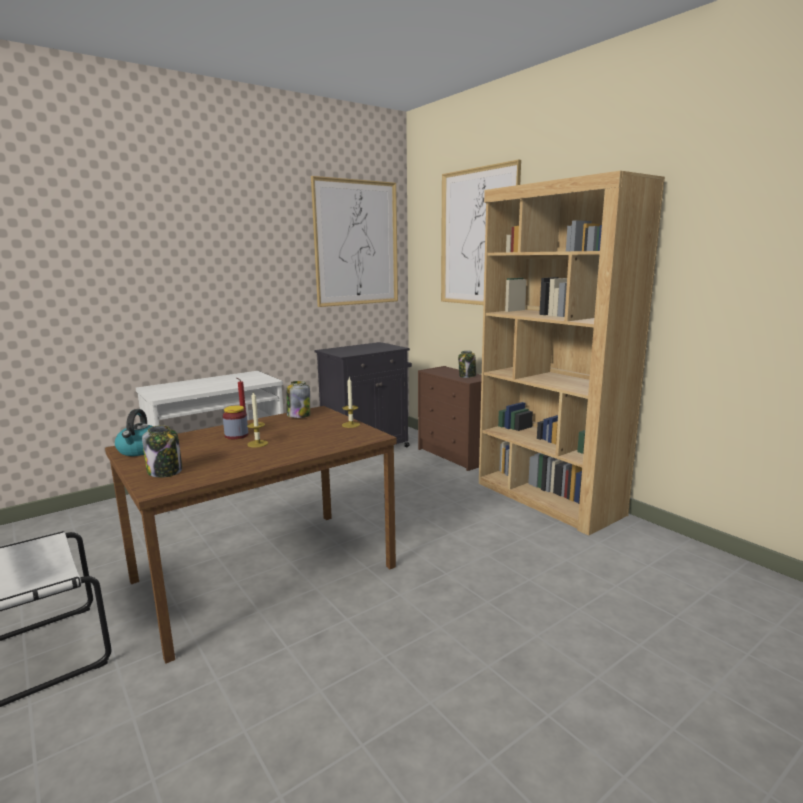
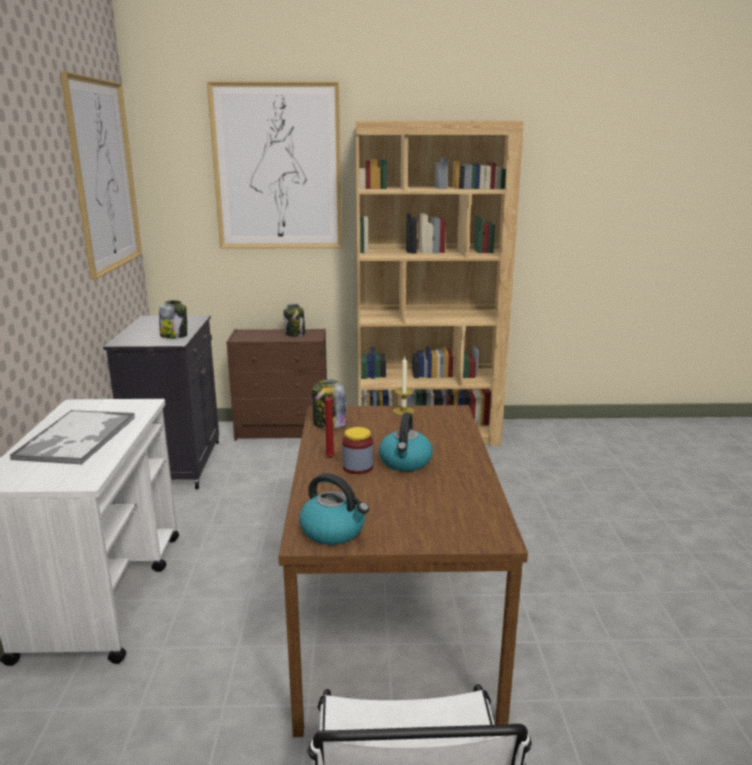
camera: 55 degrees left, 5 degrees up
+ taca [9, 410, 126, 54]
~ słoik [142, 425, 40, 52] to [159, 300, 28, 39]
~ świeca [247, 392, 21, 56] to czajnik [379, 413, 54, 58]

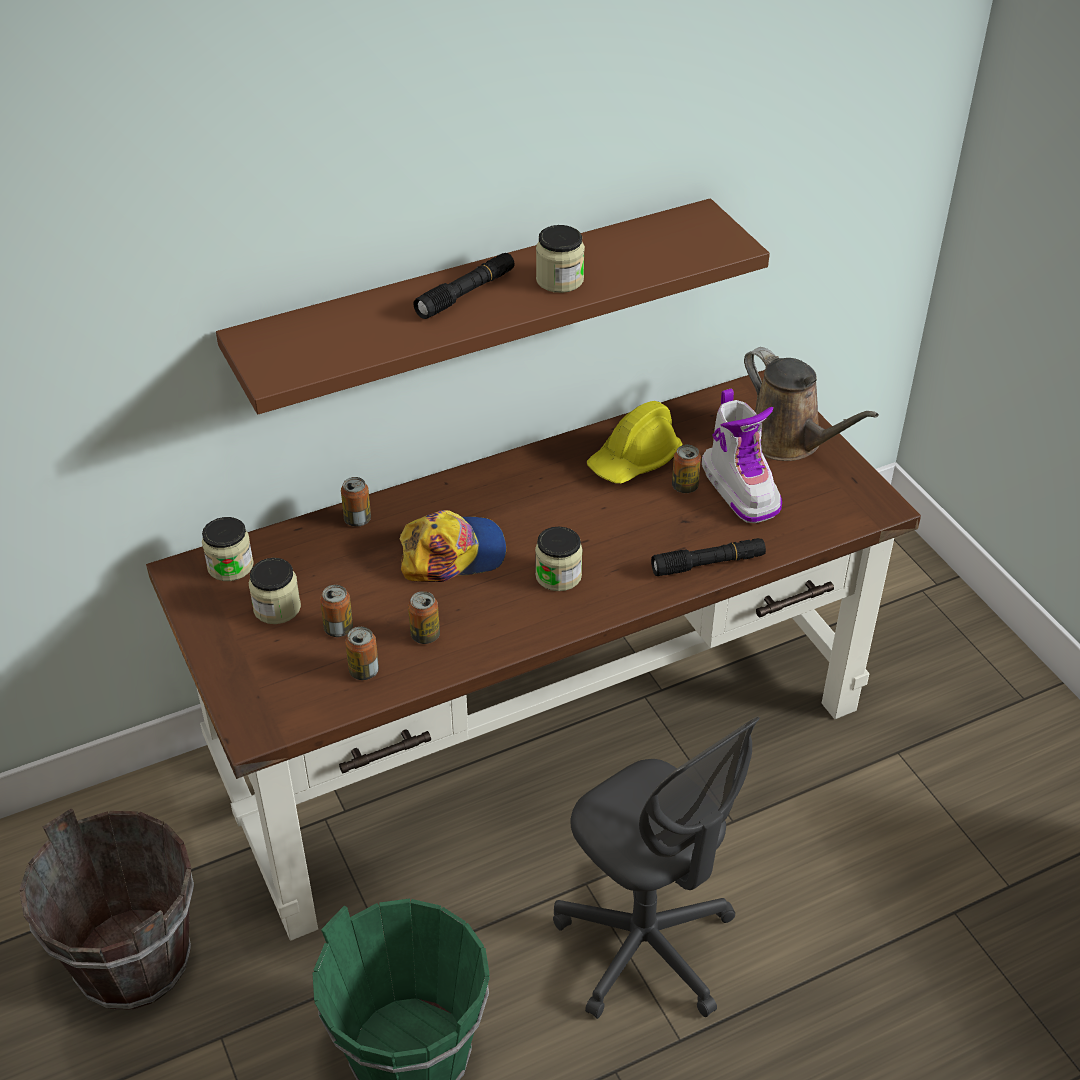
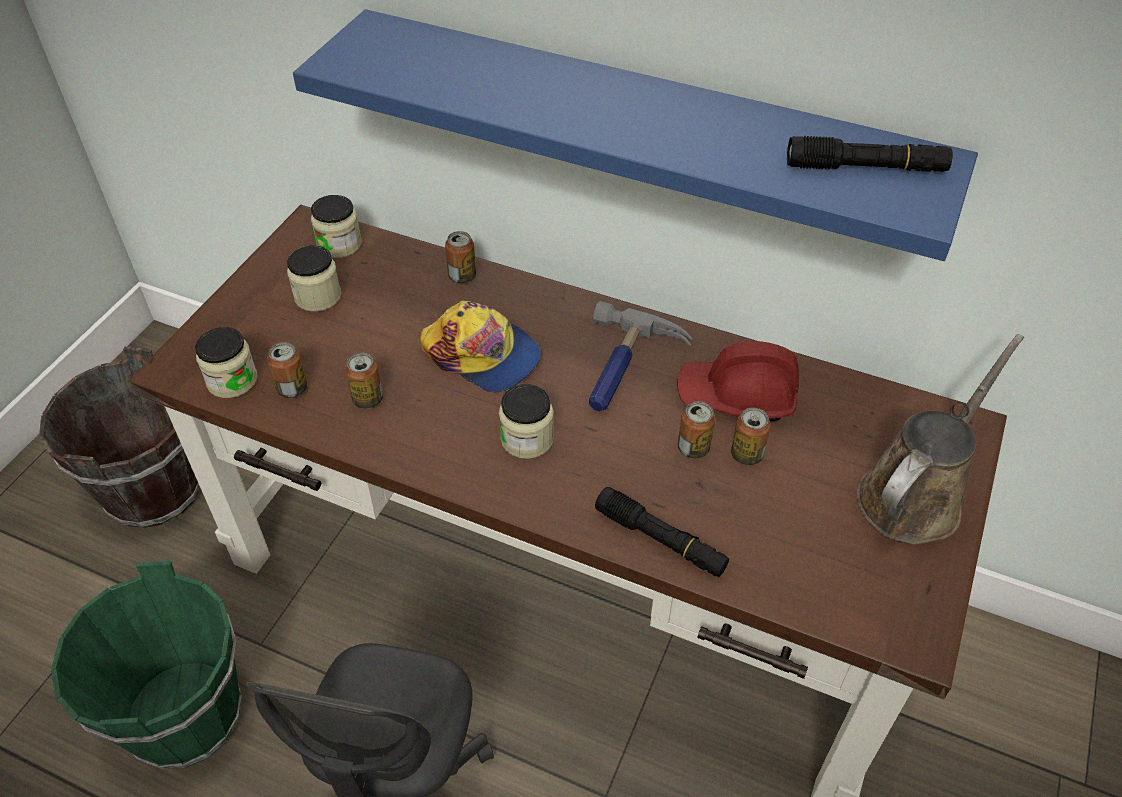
camera: 50 degrees right, 5 degrees up
~ słoik [536, 225, 49, 68] to [195, 327, 63, 71]
~ półka/brązowy [216, 198, 554, 216] to półka/niebieski [293, 9, 685, 252]
+ młotek [588, 301, 104, 110]
~ kask/żółty [587, 401, 96, 83] to kask/czerwony [677, 341, 122, 81]
~ puszka [320, 585, 33, 52] to [678, 401, 37, 58]
~ latarka/czarny [413, 253, 102, 66] to [787, 136, 166, 36]
~ konewka/brązowy [744, 347, 135, 114] = [856, 334, 168, 210] 150 degrees counterclockwise
- but z cholewką [702, 388, 80, 135]

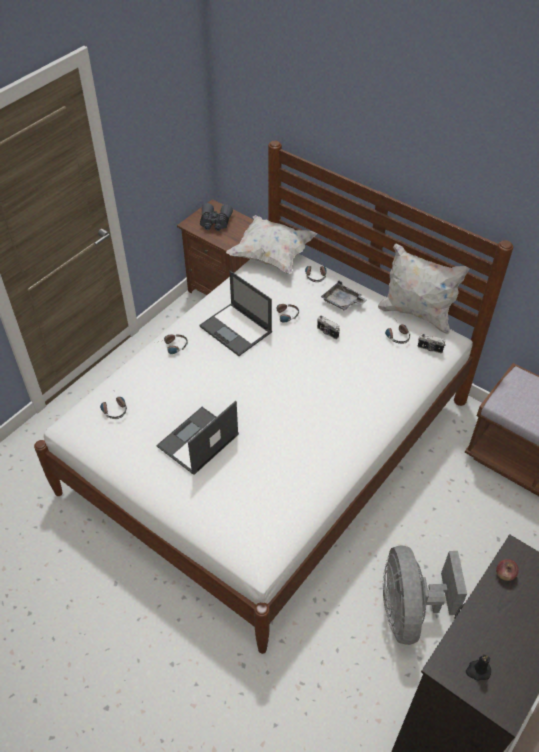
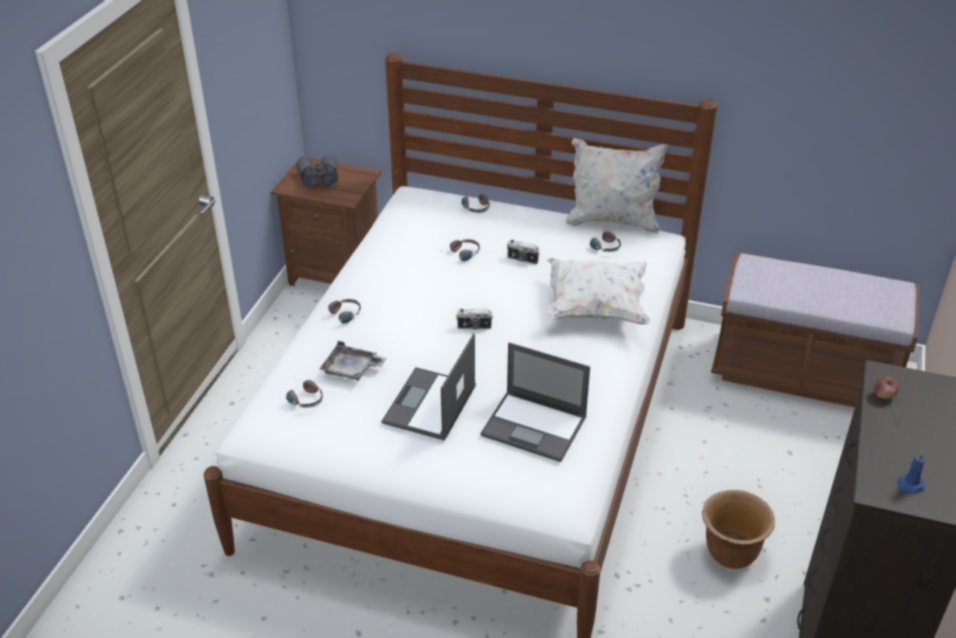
camera: 20 degrees left, 10 degrees down
~ taca/szary [321, 280, 46, 30] to [320, 341, 67, 39]
~ aparat fotograficzny [418, 334, 28, 19] to [456, 308, 37, 21]
~ laptop [199, 271, 73, 85] to [480, 342, 110, 120]
~ poduszka/biały [226, 215, 91, 59] to [543, 258, 108, 66]
~ wentylator/szary [383, 546, 84, 99] to donica/brązowy [702, 490, 73, 79]
~ świeca/czarny [466, 655, 25, 26] to świeca/niebieski [898, 452, 27, 41]

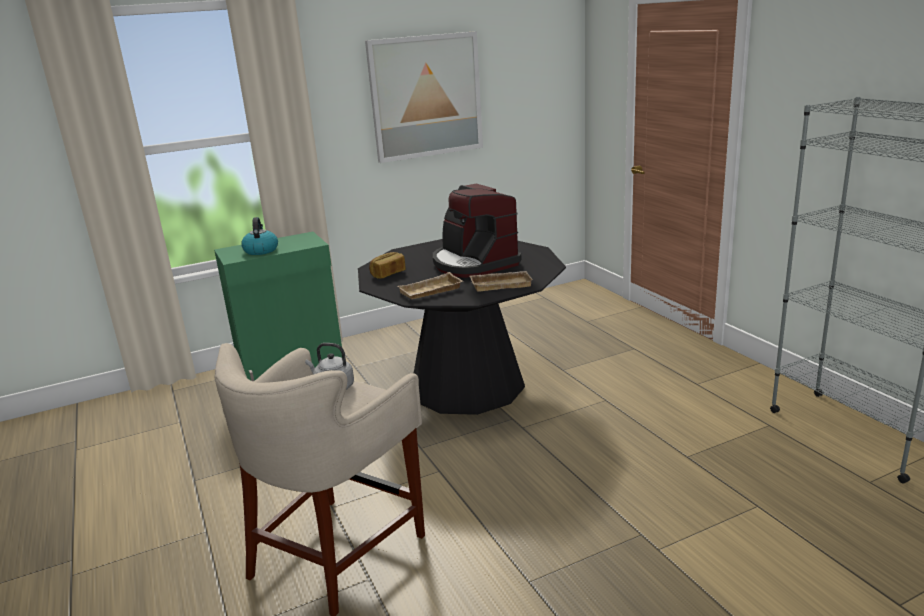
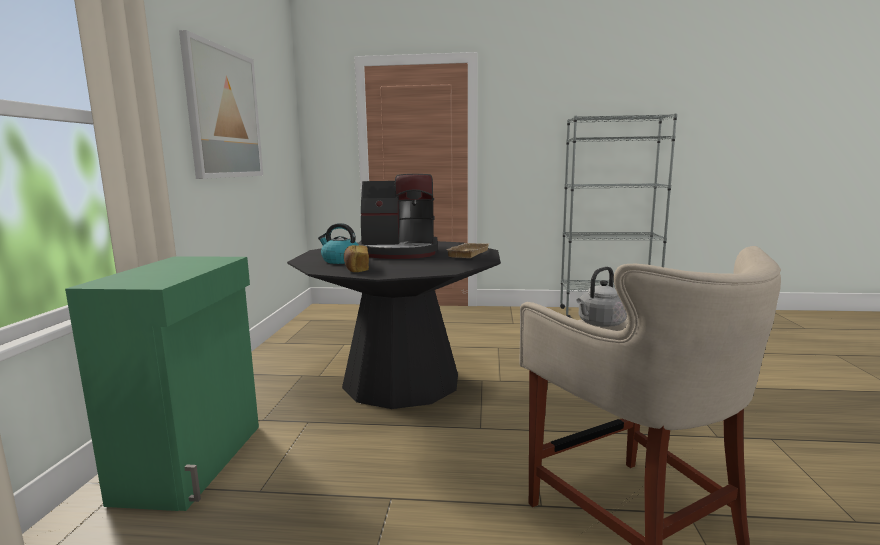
camera: 60 degrees left, 10 degrees down
~ czajnik [241, 217, 37, 38] to [318, 223, 41, 41]
- taca/beżowy [398, 272, 65, 27]

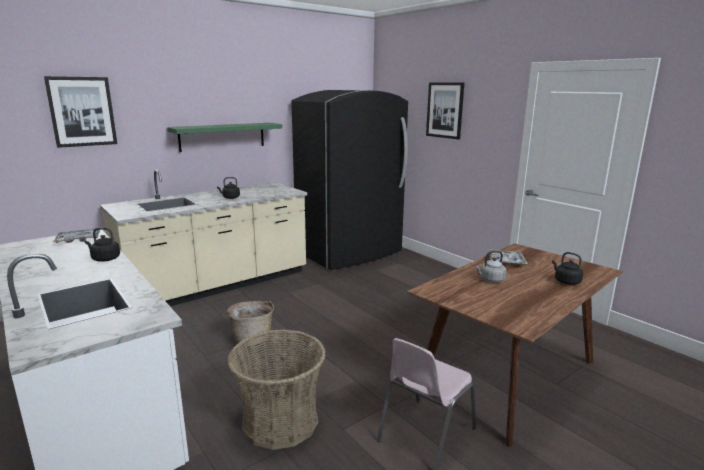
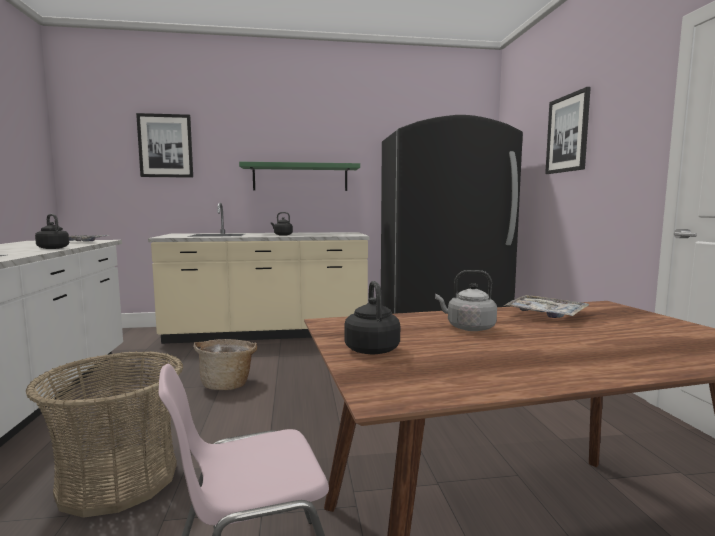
camera: 30 degrees right, 10 degrees down
~ czajnik/czarny [552, 252, 31, 33] to [344, 281, 56, 73]

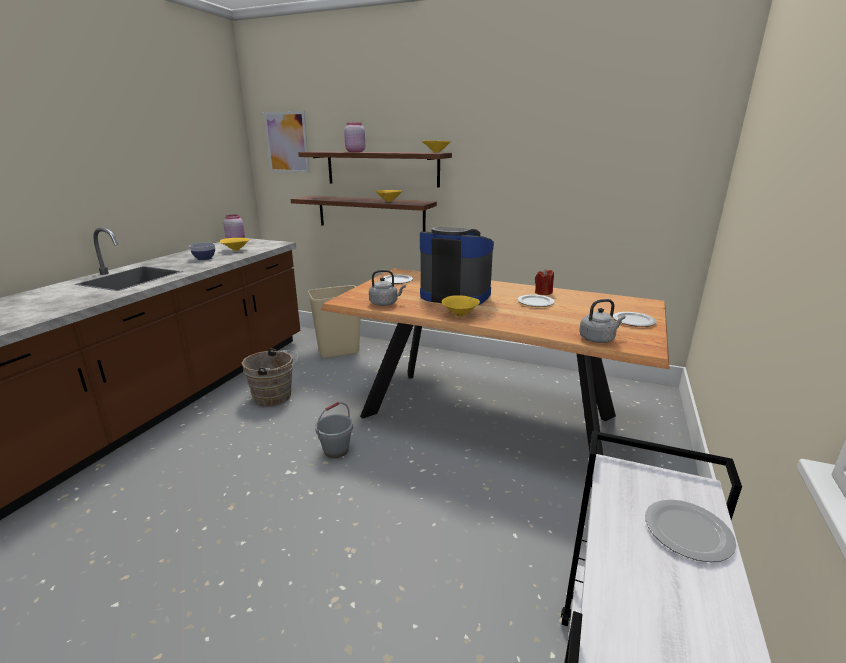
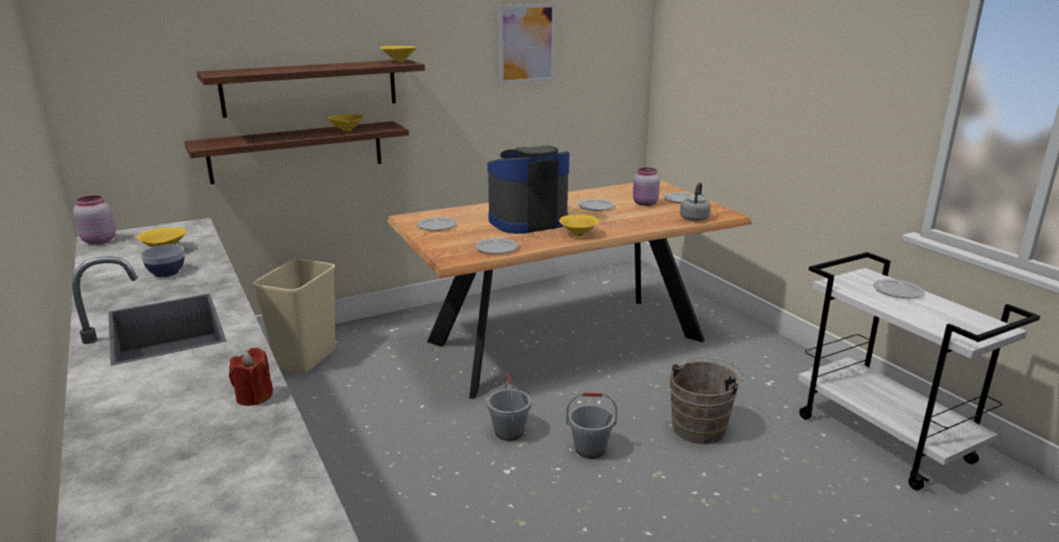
camera: 50 degrees left, 0 degrees up
~ świeca/czerwony [535, 269, 19, 26] to [229, 348, 44, 58]
~ czajnik/szary [369, 270, 37, 36] to talerz [475, 238, 43, 16]
~ obraz [264, 111, 46, 62] to [499, 4, 56, 80]
+ wiadro/szary [566, 393, 51, 66]
~ słoik/różowy [344, 122, 21, 30] to [633, 168, 27, 38]
~ wiadro/brązowy [242, 348, 56, 58] to [669, 357, 75, 87]

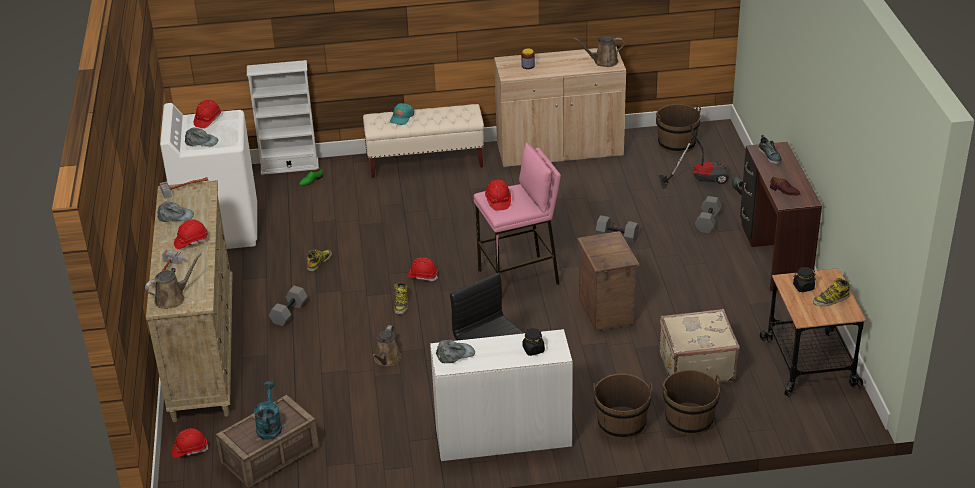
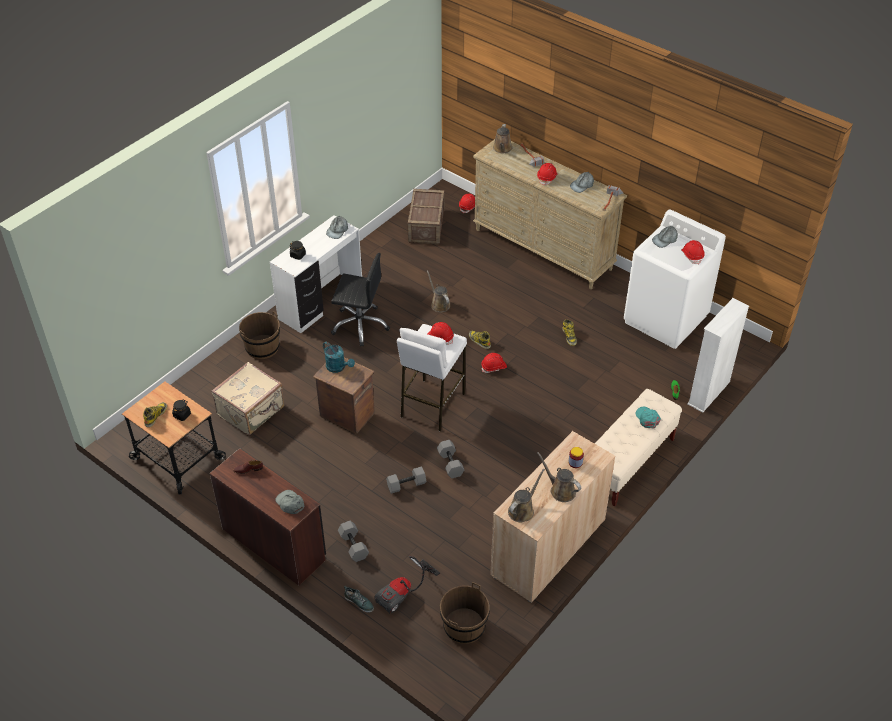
camera: 135 degrees right, 10 degrees up
~ but [759, 135, 23, 29] to czapka z daszkiem/szary [275, 490, 29, 24]
~ konewka/turkusowy [254, 381, 28, 59] to [323, 342, 32, 31]
~ stołek/różowy [474, 142, 87, 143] to stołek/biały [397, 324, 70, 107]
~ hantel/szary [269, 286, 39, 40] to [437, 440, 27, 38]
+ konewka/brązowy [537, 452, 44, 50]
- wiadro/brązowy [663, 370, 58, 66]

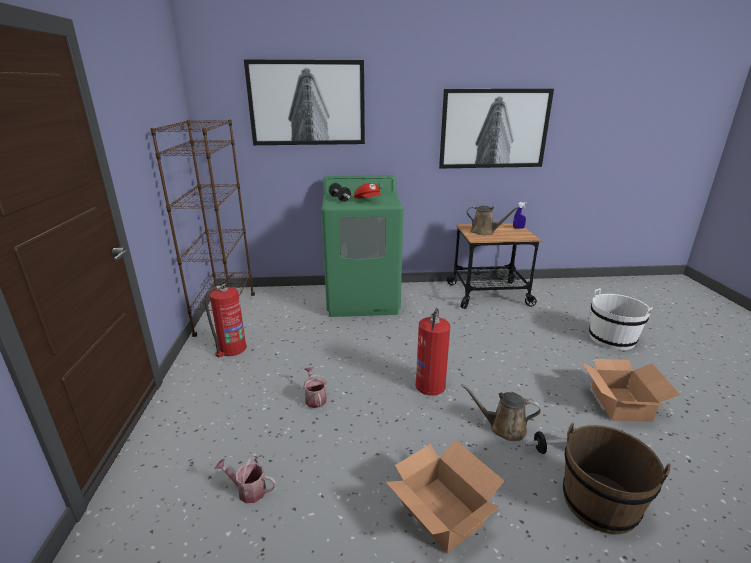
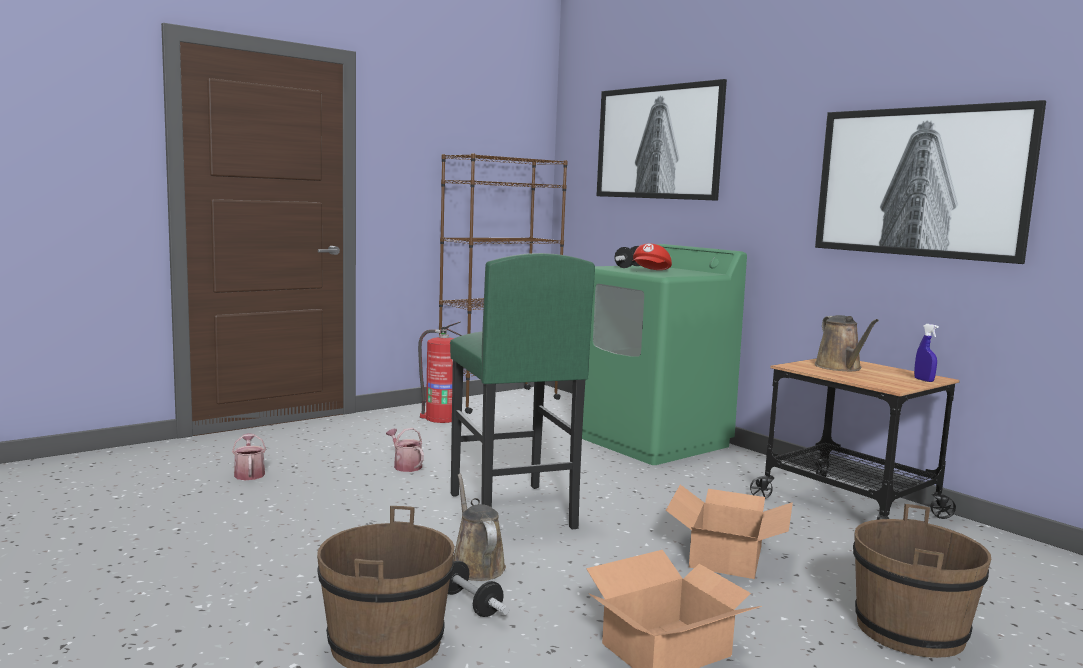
camera: 55 degrees right, 15 degrees down
~ konewka [303, 367, 24, 41] = [386, 428, 38, 44] 75 degrees counterclockwise
~ gaśnica [415, 308, 35, 88] to stołek/zielony [450, 253, 145, 276]
~ karton [386, 440, 118, 113] to [666, 484, 127, 95]
~ wiadro/biały [589, 288, 64, 62] to wiadro/brązowy [853, 504, 138, 154]

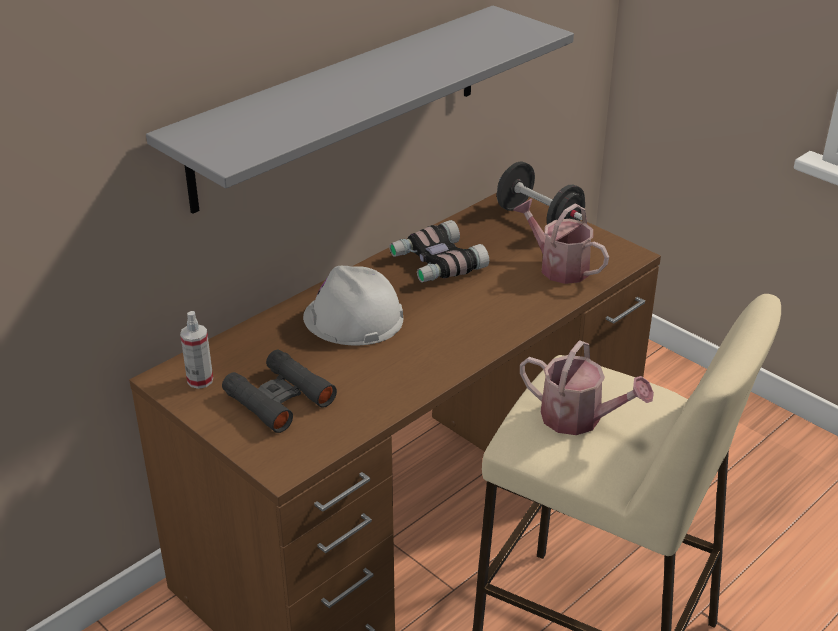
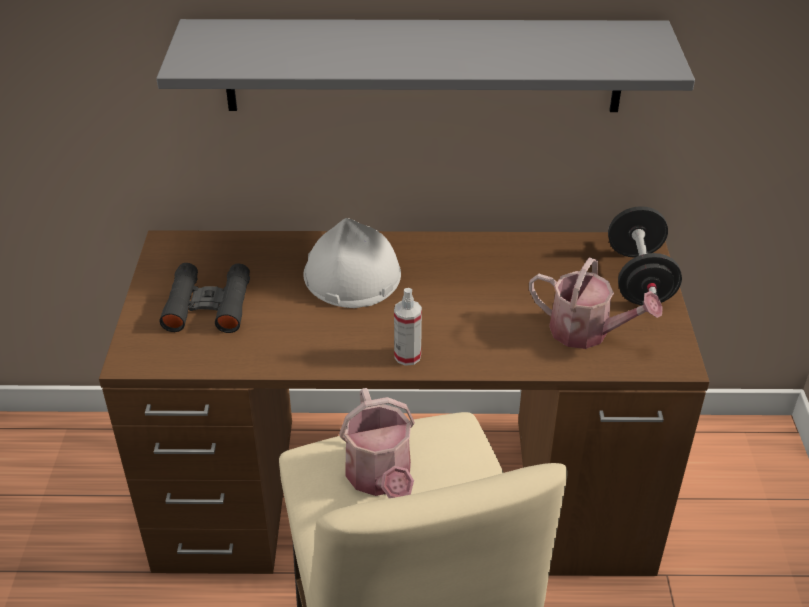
camera: 45 degrees right, 5 degrees up
~ spryskiwacz [180, 311, 33, 78] to [394, 288, 28, 78]
~ konewka [513, 199, 96, 85] = [529, 257, 134, 92] 120 degrees clockwise
- lornetka [389, 220, 100, 62]

